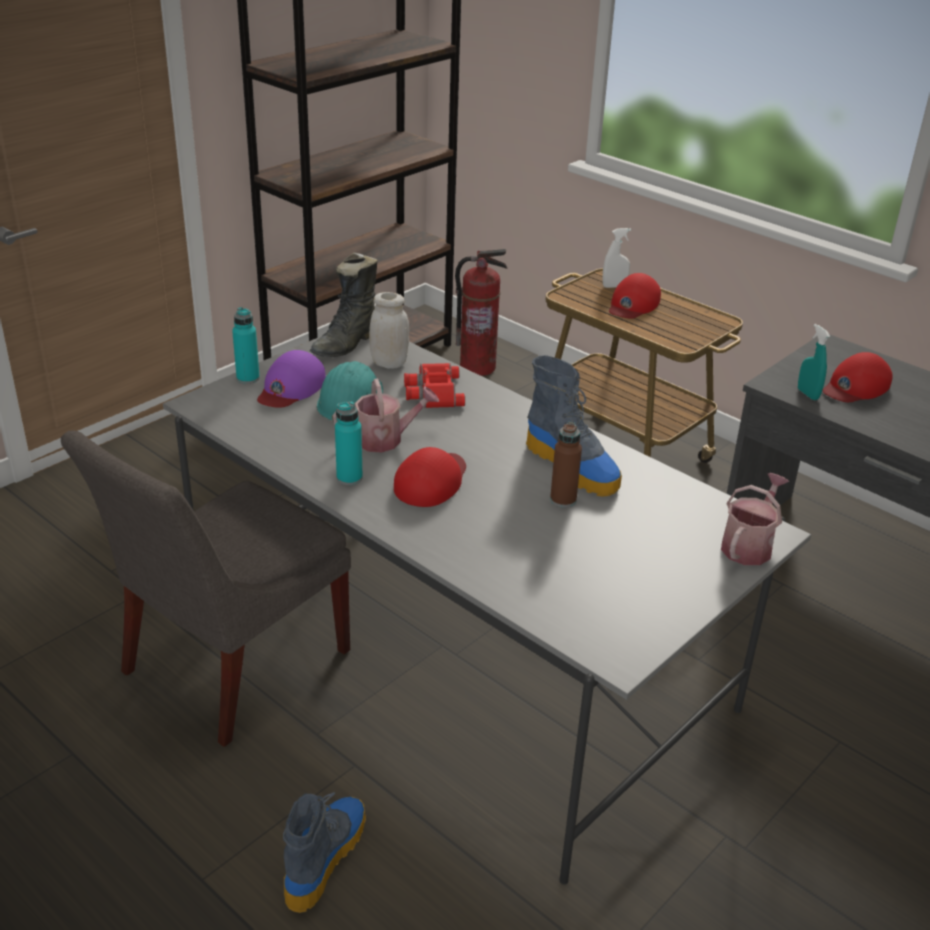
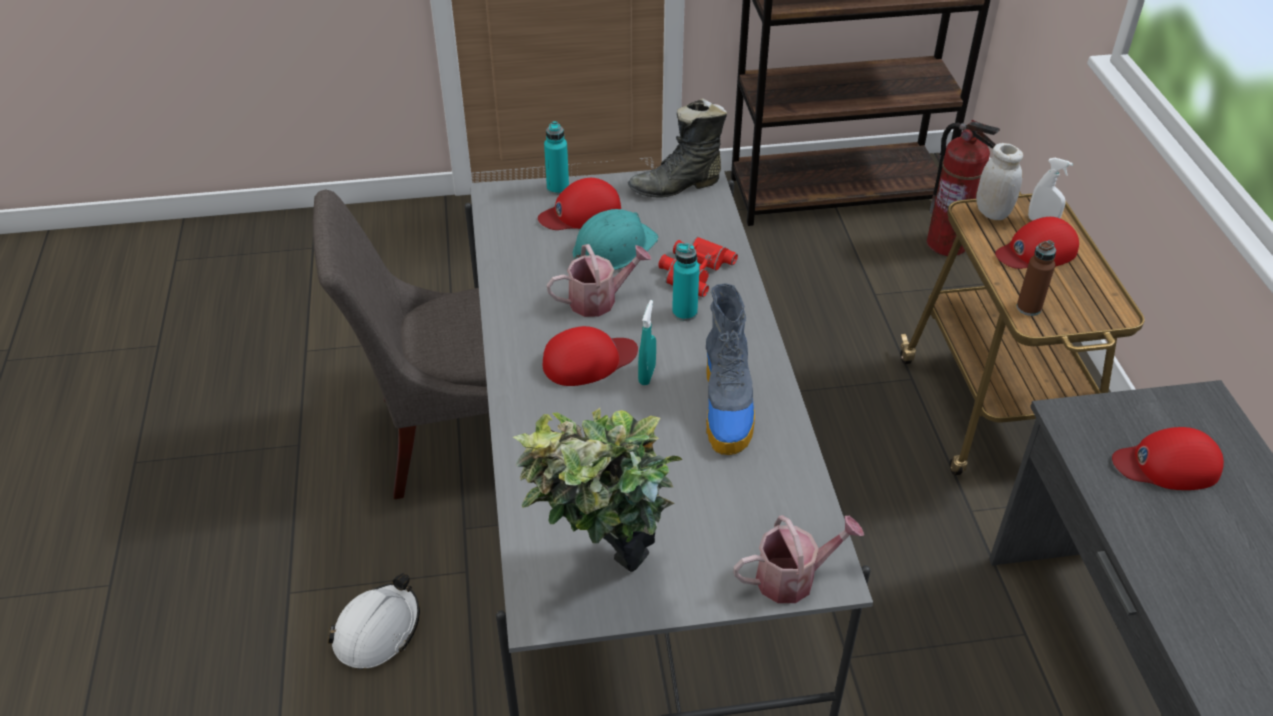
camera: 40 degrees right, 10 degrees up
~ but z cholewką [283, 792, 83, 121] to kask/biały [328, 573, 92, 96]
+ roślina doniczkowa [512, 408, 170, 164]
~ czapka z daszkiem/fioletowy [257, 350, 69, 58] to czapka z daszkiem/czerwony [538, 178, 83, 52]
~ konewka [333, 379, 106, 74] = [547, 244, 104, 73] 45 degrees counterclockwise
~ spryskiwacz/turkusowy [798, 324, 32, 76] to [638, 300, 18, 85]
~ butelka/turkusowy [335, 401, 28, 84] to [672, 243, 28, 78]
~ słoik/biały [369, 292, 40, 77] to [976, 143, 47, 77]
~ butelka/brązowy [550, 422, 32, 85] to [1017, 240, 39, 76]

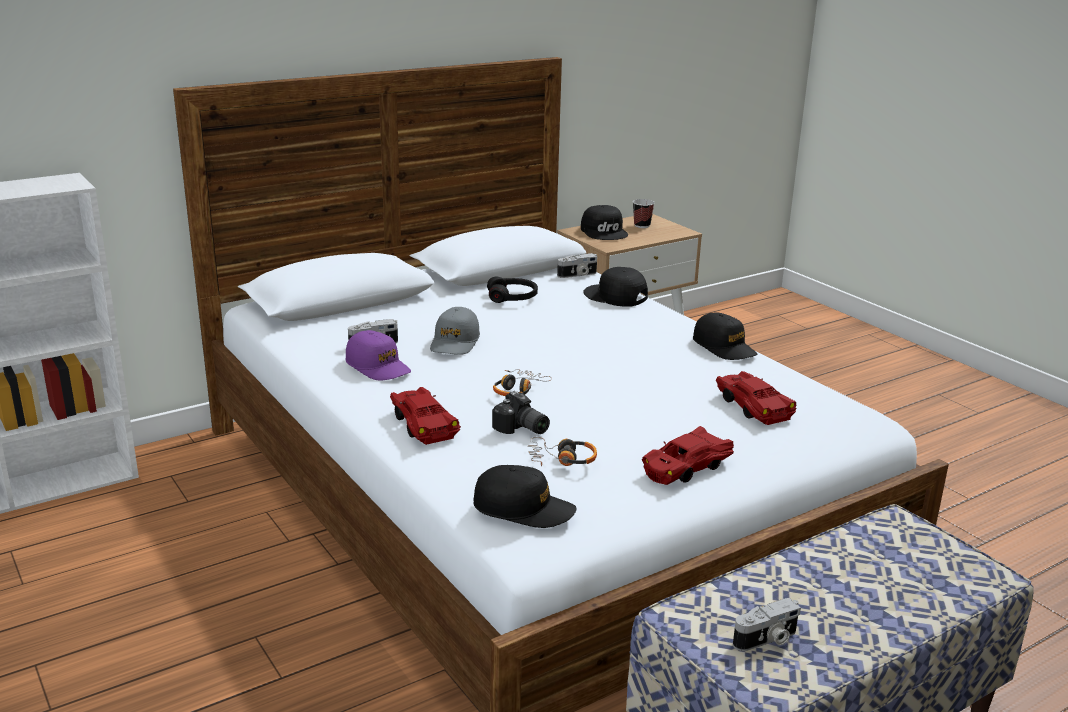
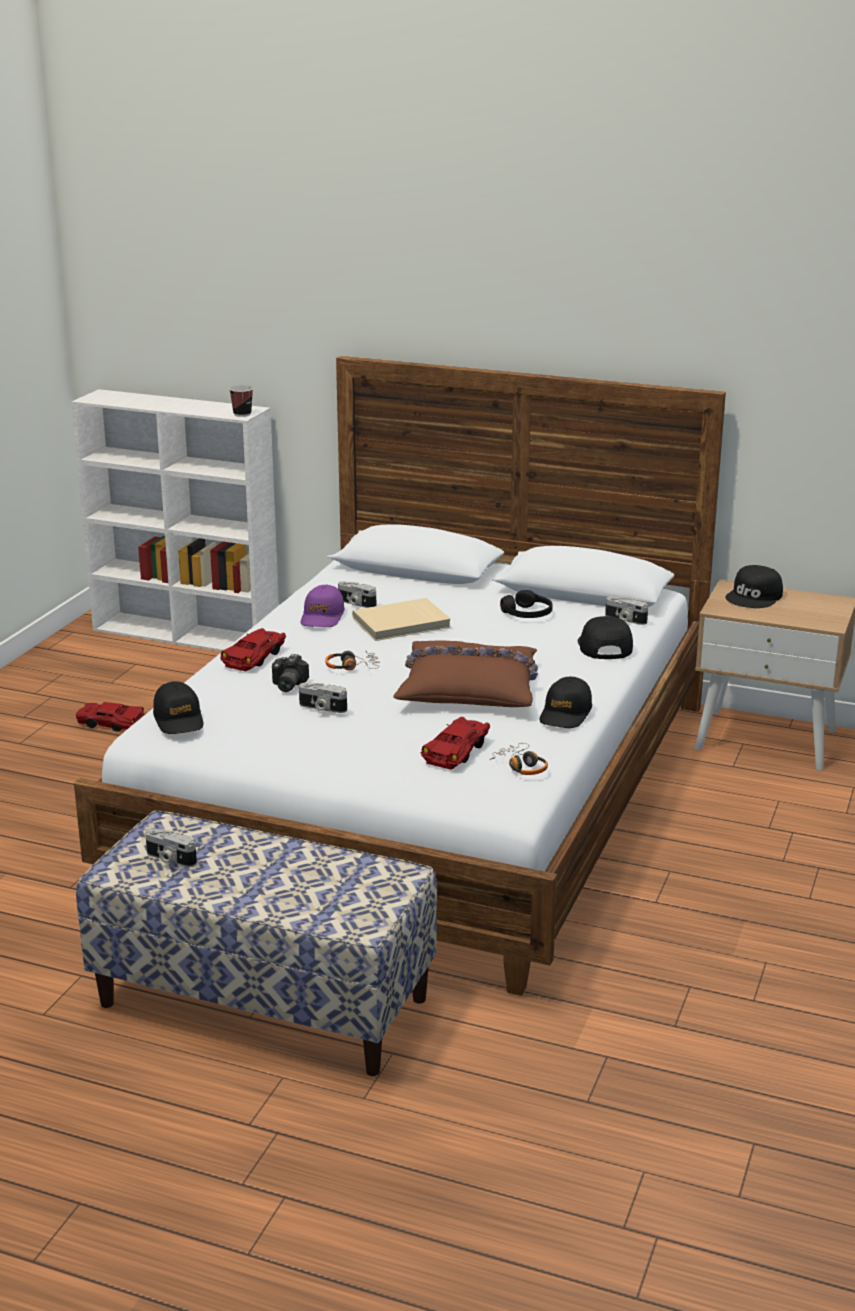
camera: 55 degrees right, 0 degrees up
~ samochodzik/czerwony [642, 426, 92, 59] to [76, 702, 69, 30]
~ filiżanka [633, 199, 22, 29] to [229, 385, 24, 32]
+ aparat fotograficzny [299, 683, 48, 30]
~ czapka z daszkiem/szary [430, 307, 50, 48] to książka/beżowy [352, 598, 99, 43]
+ poduszka/brązowy [393, 641, 145, 66]
~ słuchawki [528, 437, 69, 29] to [490, 743, 58, 32]

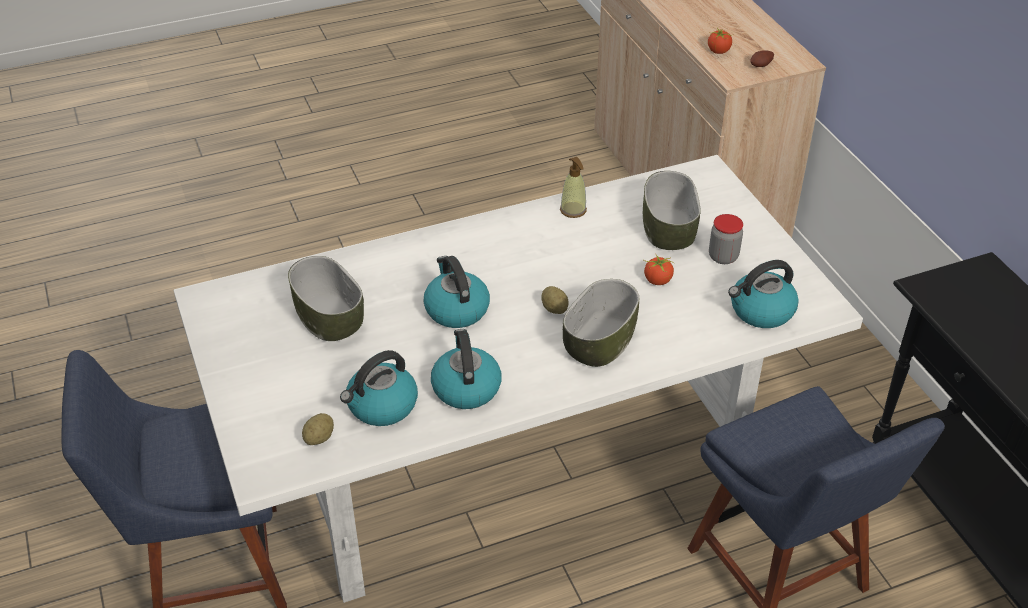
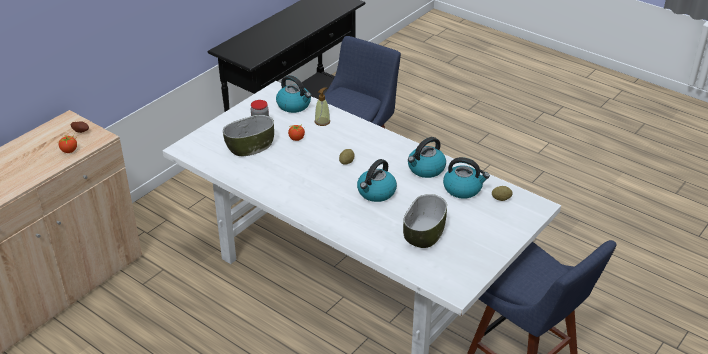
camera: 120 degrees left, 5 degrees down
~ dozownik mydła [560, 157, 27, 61] to [315, 87, 15, 39]
- miska [563, 279, 76, 88]

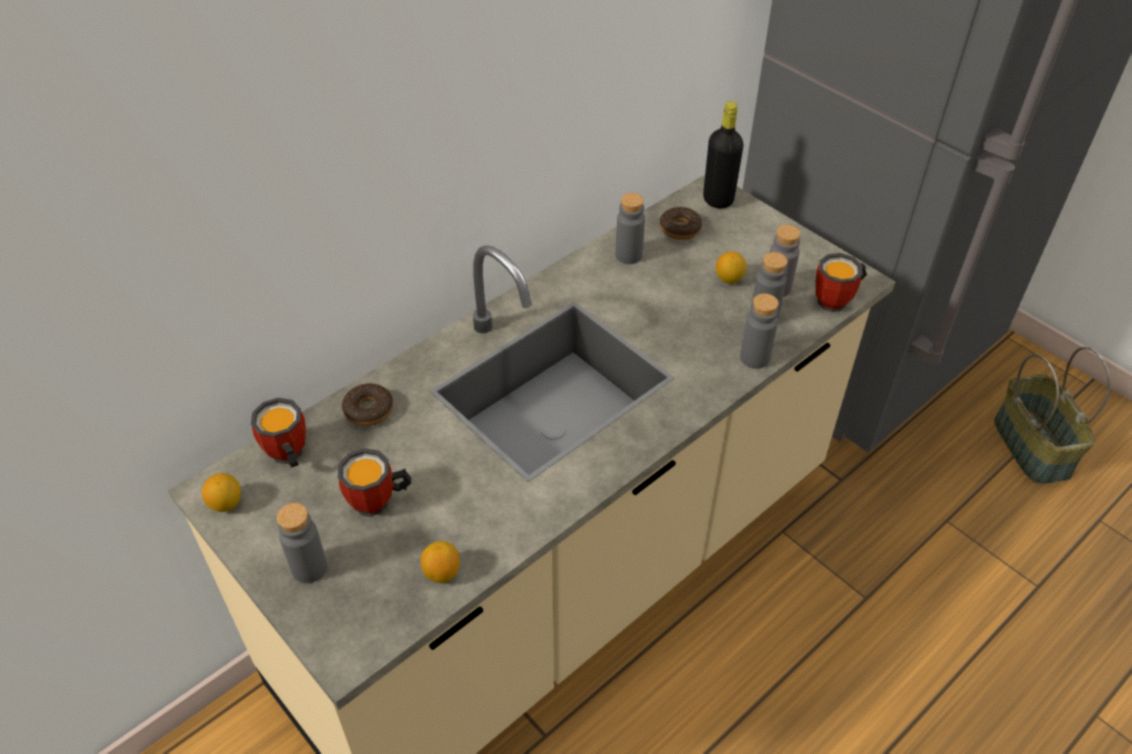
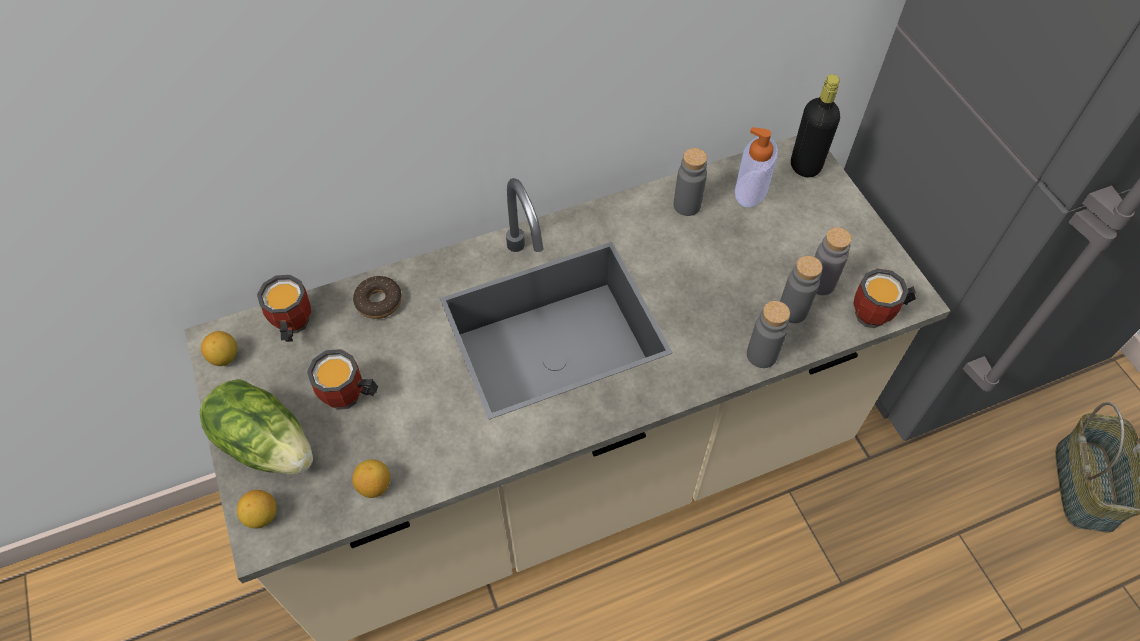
camera: 20 degrees right, 10 degrees up
~ butelka/szary [276, 503, 51, 80] to sałata [200, 379, 113, 95]
~ cytryna [716, 251, 31, 33] to [237, 490, 40, 39]
~ donut [659, 207, 43, 33] to dozownik mydła [735, 127, 43, 80]

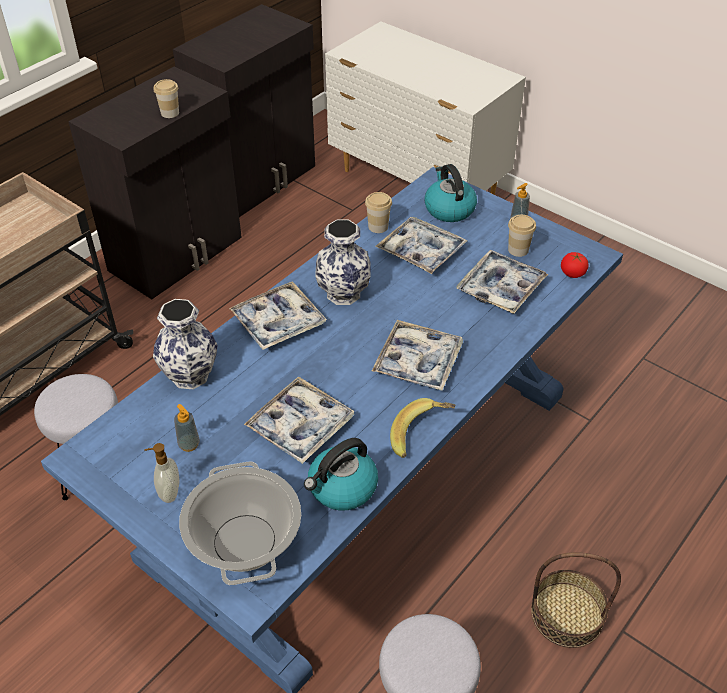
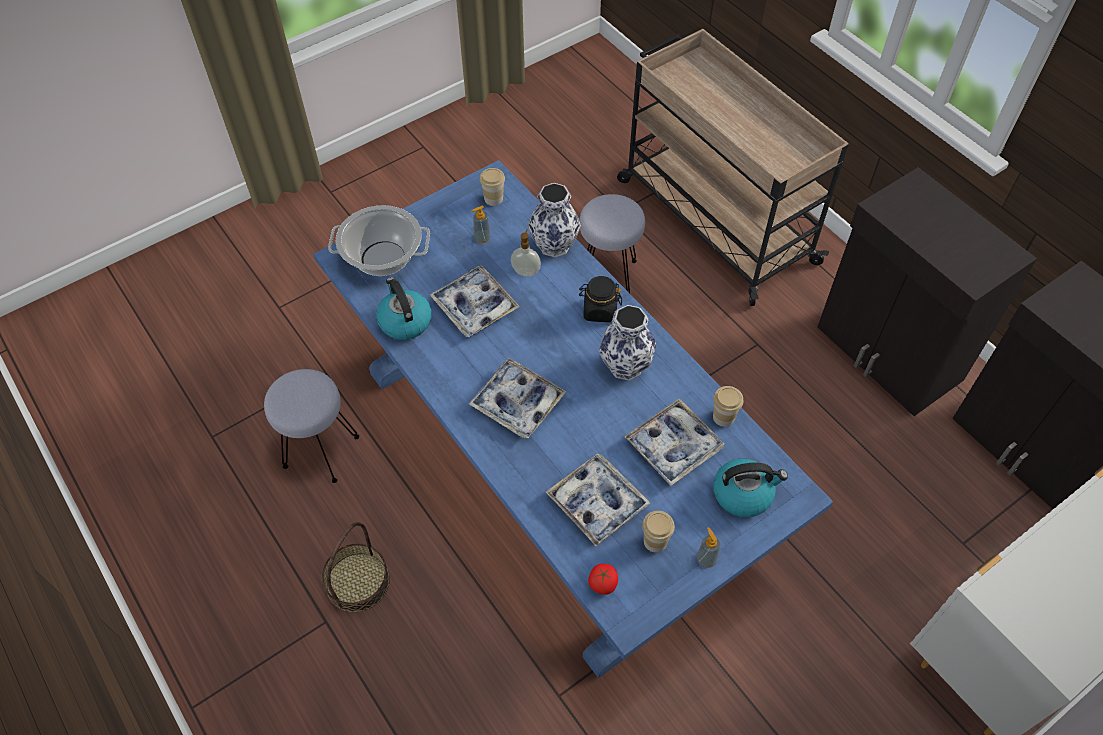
camera: 105 degrees right, 10 degrees up
~ filiżanka [154, 79, 25, 39] to [480, 168, 25, 38]
~ dozownik mydła [144, 443, 36, 60] to [511, 229, 30, 48]
~ taca [229, 281, 98, 69] to słoik/czarny [579, 276, 43, 46]
- banan [390, 398, 65, 60]

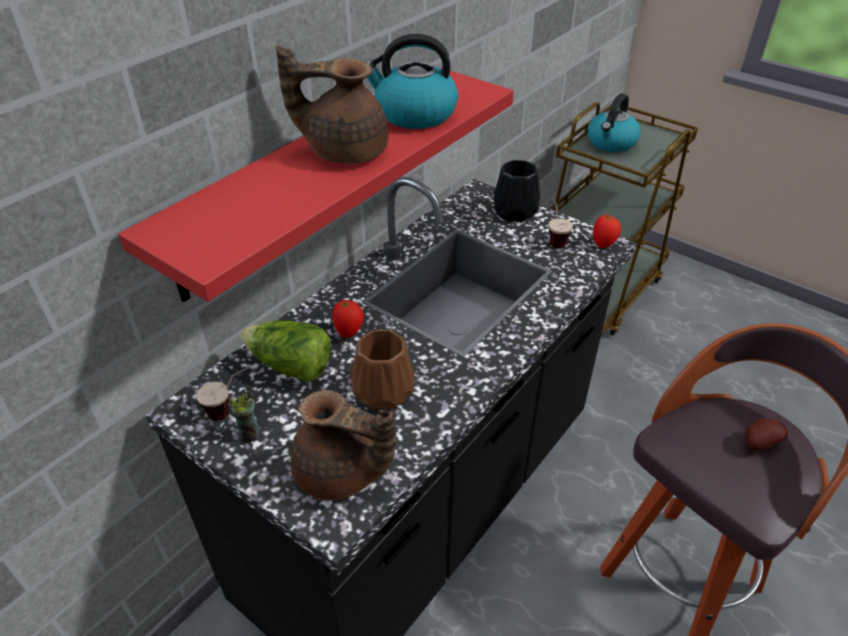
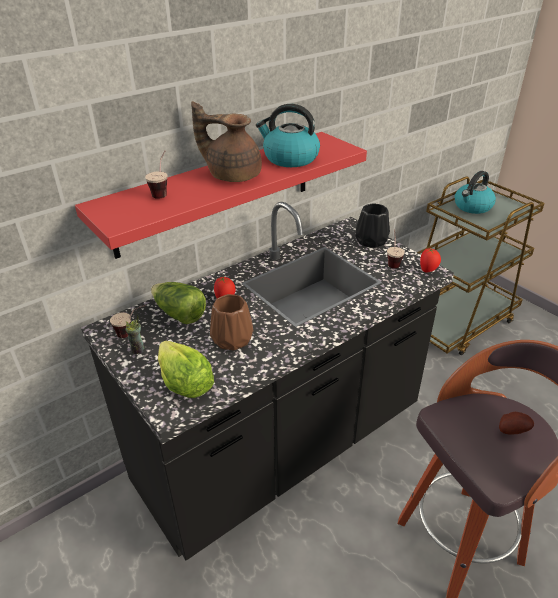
camera: 15 degrees right, 5 degrees down
+ filiżanka [145, 150, 22, 49]
~ imbryk/brązowy [290, 390, 106, 110] to sałata [158, 341, 56, 57]

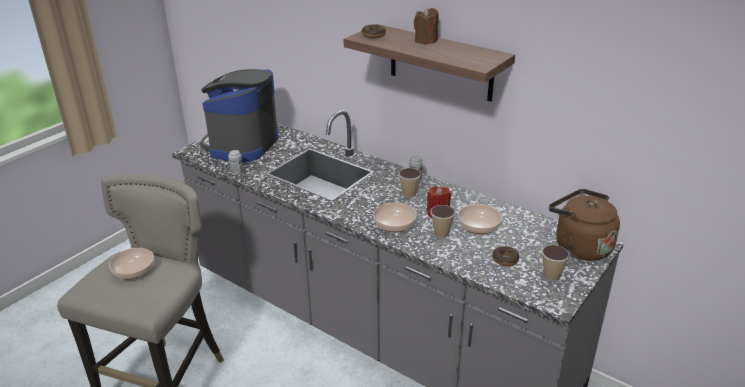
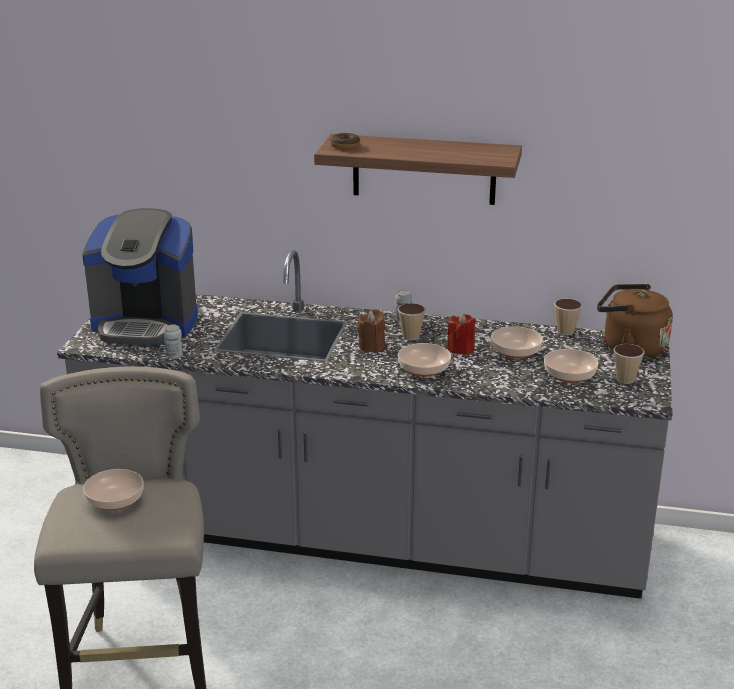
camera: 25 degrees left, 5 degrees down
~ ekspres do kawy [200, 69, 79, 93] = [82, 208, 116, 138] 75 degrees counterclockwise
~ świeca/brązowy [414, 7, 25, 37] to [358, 309, 27, 43]
~ donut [492, 246, 27, 20] to miska [544, 349, 54, 34]
~ filiżanka [430, 205, 25, 33] to [554, 298, 29, 37]

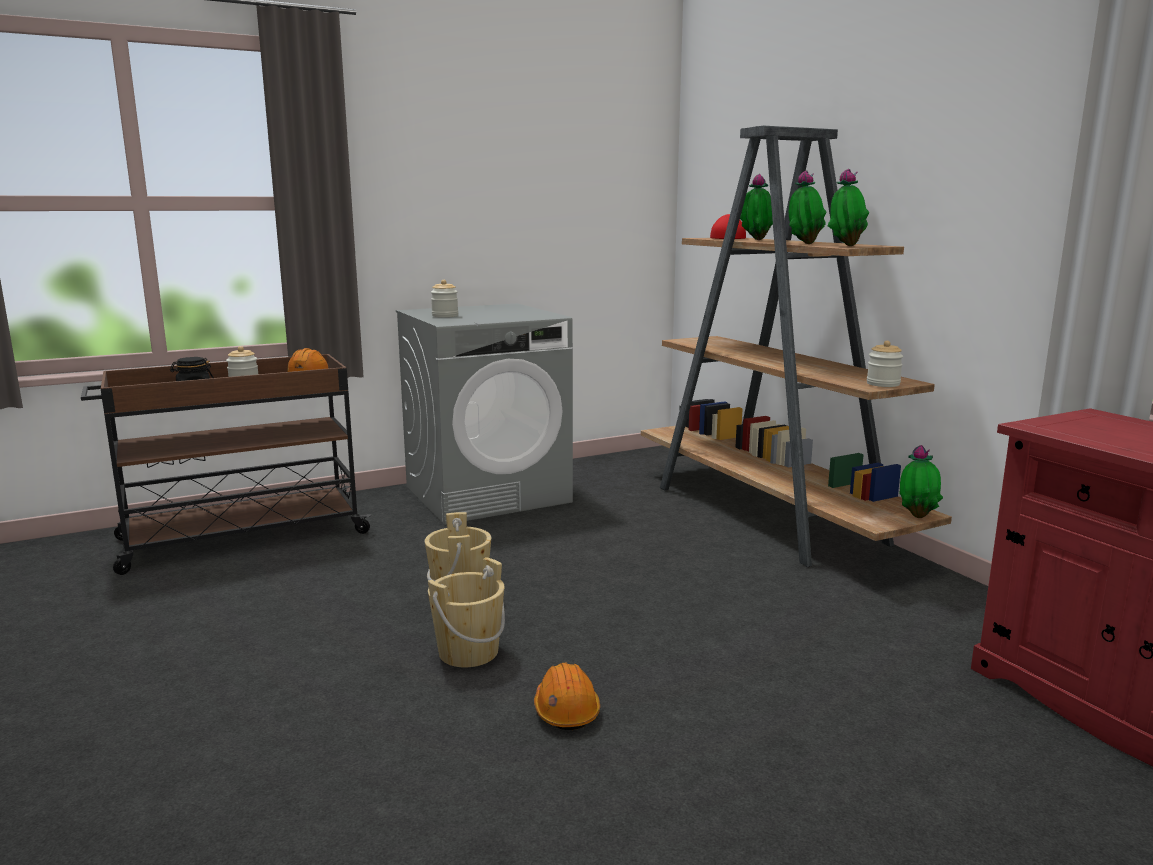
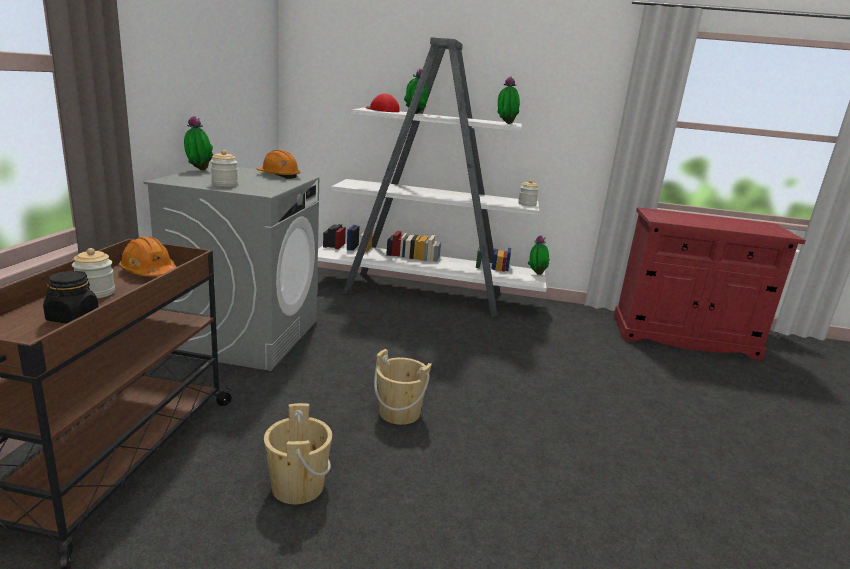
camera: 55 degrees left, 5 degrees up
~ roślina doniczkowa [789, 170, 38, 74] to [184, 116, 29, 54]
~ kask/pomarańczowy [534, 663, 66, 67] to [257, 150, 44, 29]
~ wiadro/beżowy [428, 557, 77, 110] to [264, 403, 68, 101]
~ regał/brązowy [641, 126, 311, 441] to regał/biały [318, 37, 229, 280]

